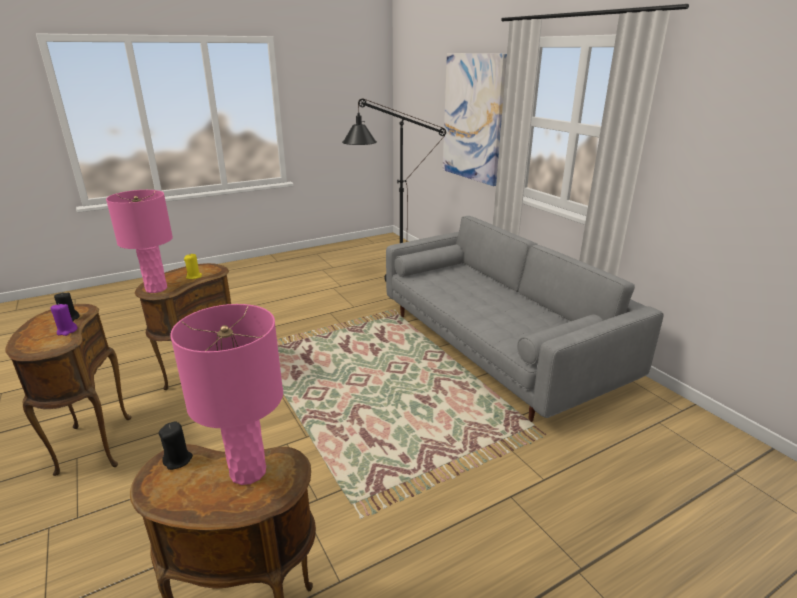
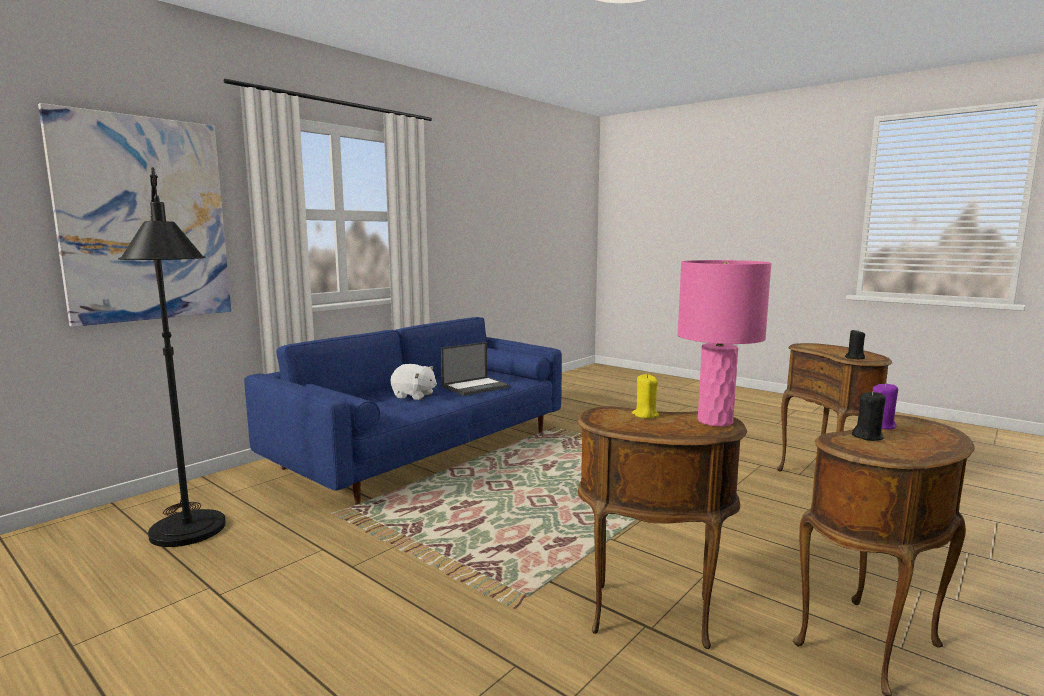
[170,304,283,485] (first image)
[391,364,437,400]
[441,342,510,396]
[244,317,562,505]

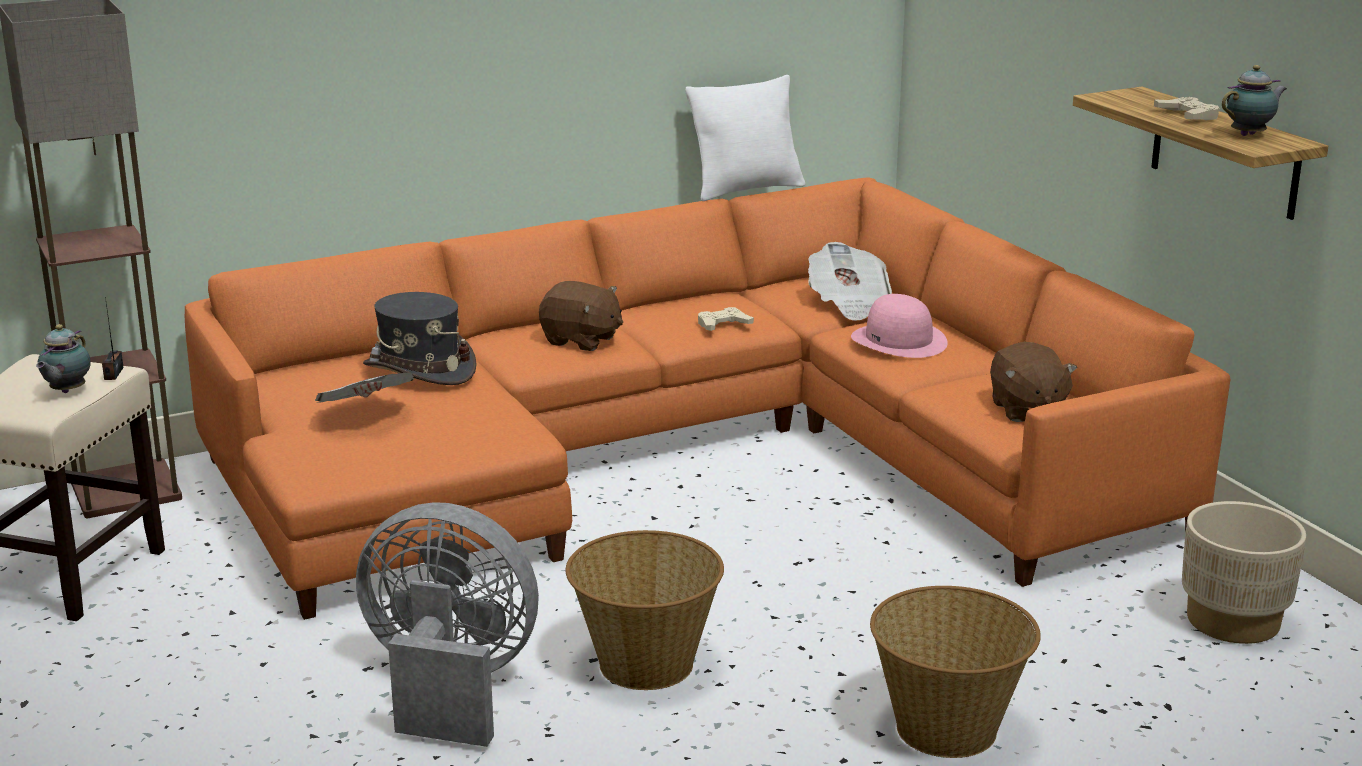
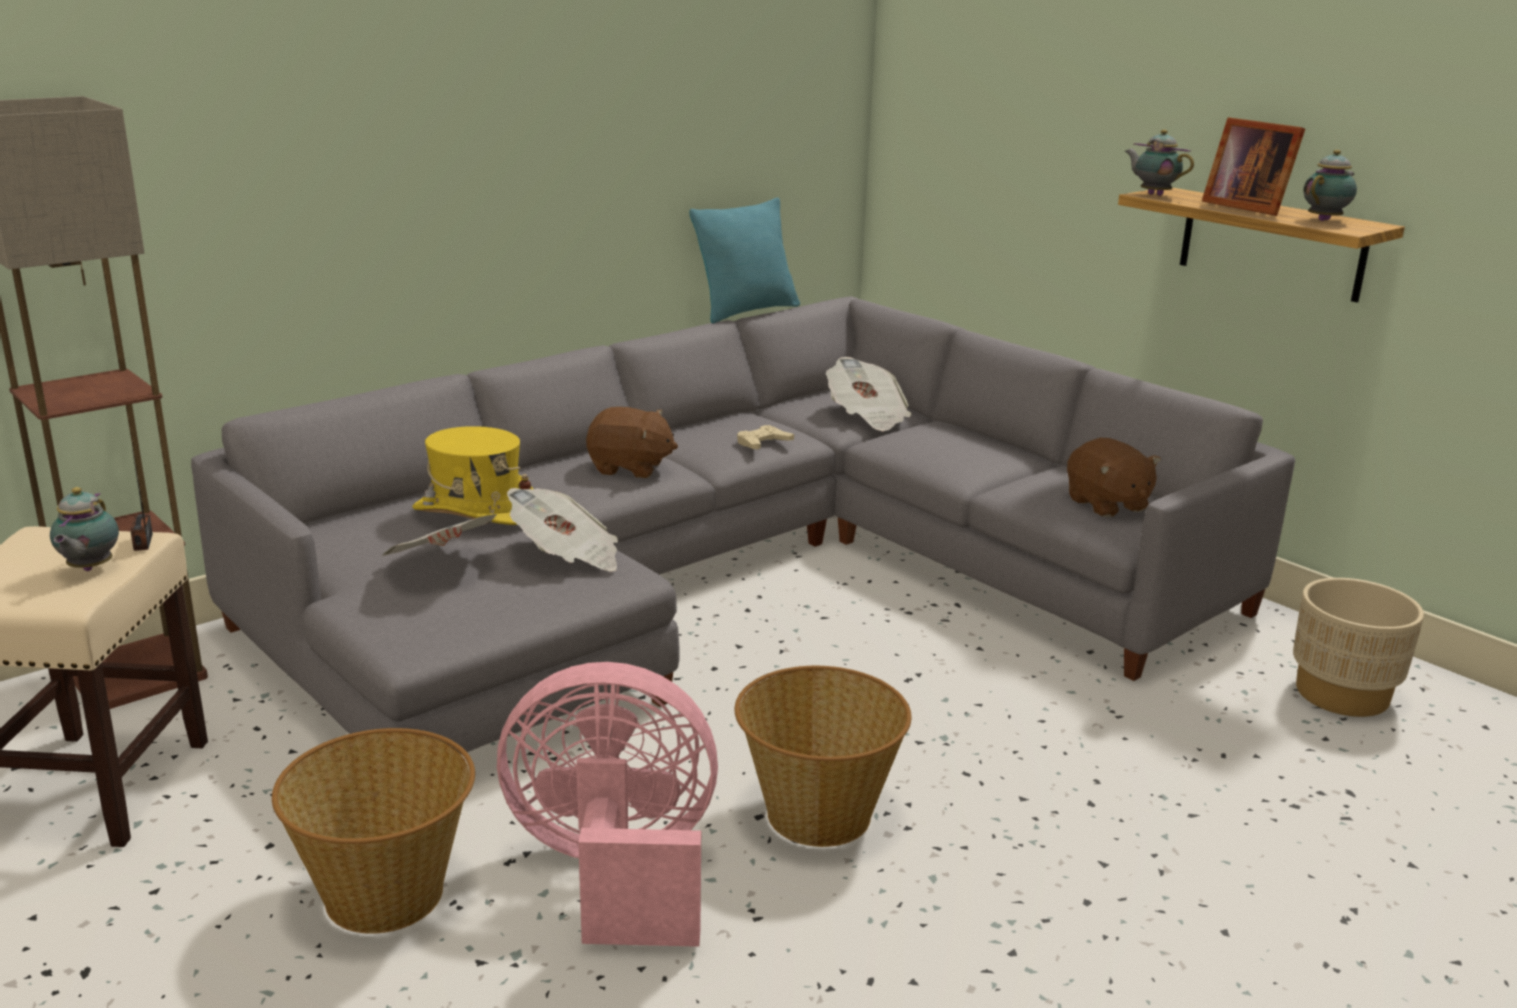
[851,294,948,358] (first image)
[507,488,618,572]
[1125,129,1194,196]
[272,728,475,934]
[1202,117,1305,216]
[191,296,1295,755]
[497,662,718,947]
[412,426,533,525]
[689,198,800,323]

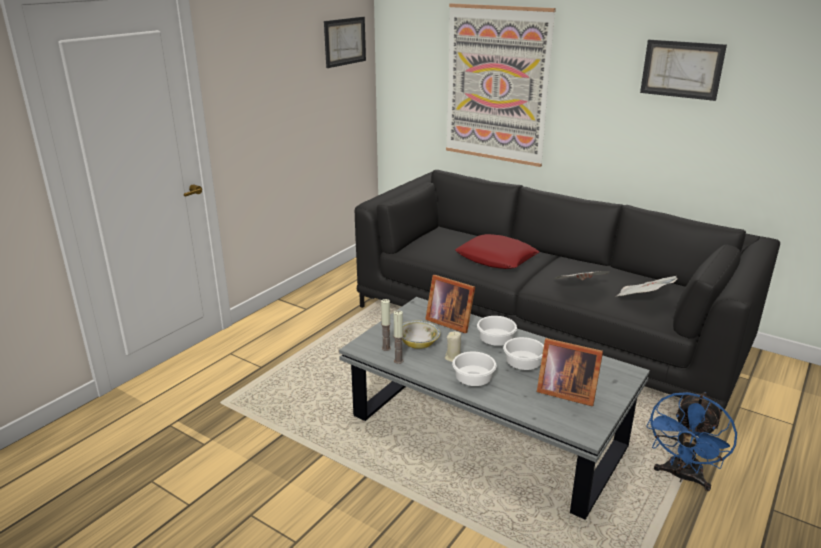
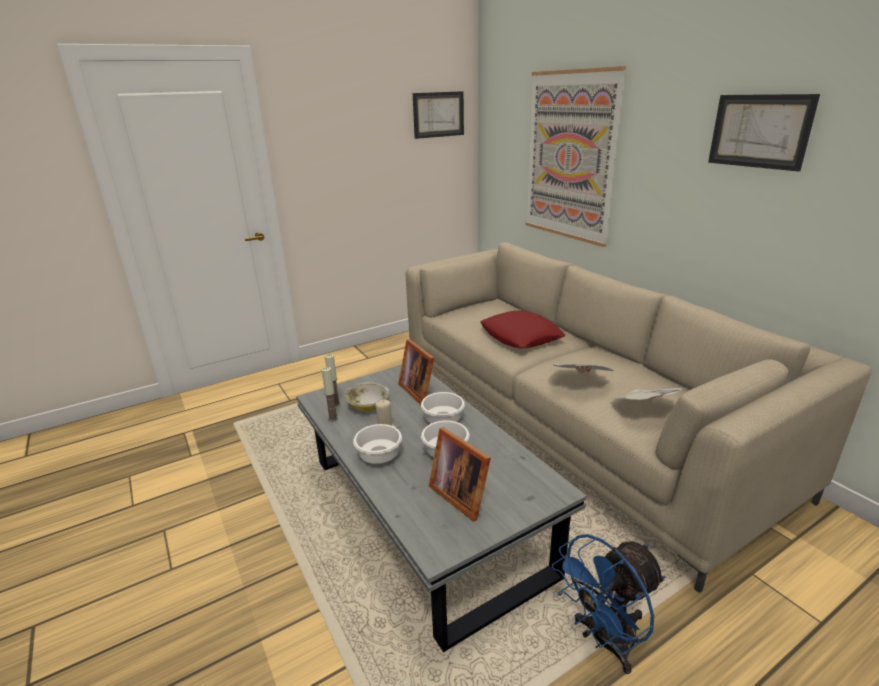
[406,242,872,593]

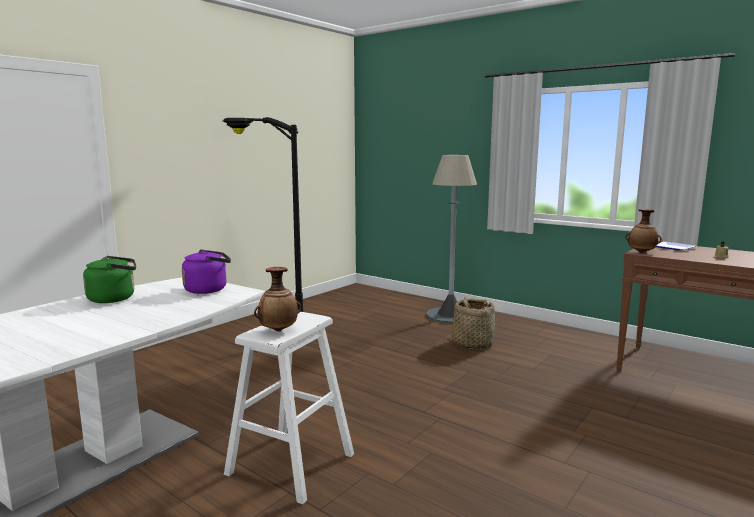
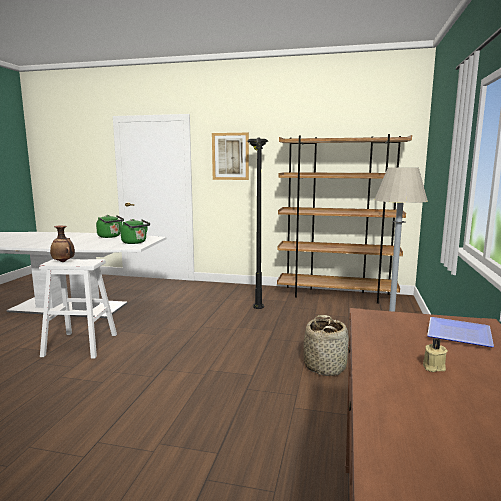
[625,209,662,253] (first image)
[212,133,249,180]
[277,134,412,304]
[120,219,150,244]

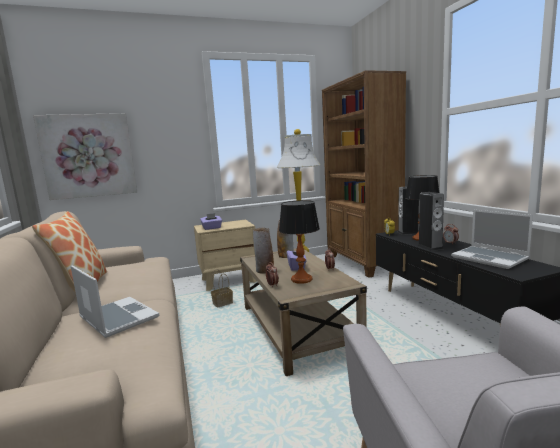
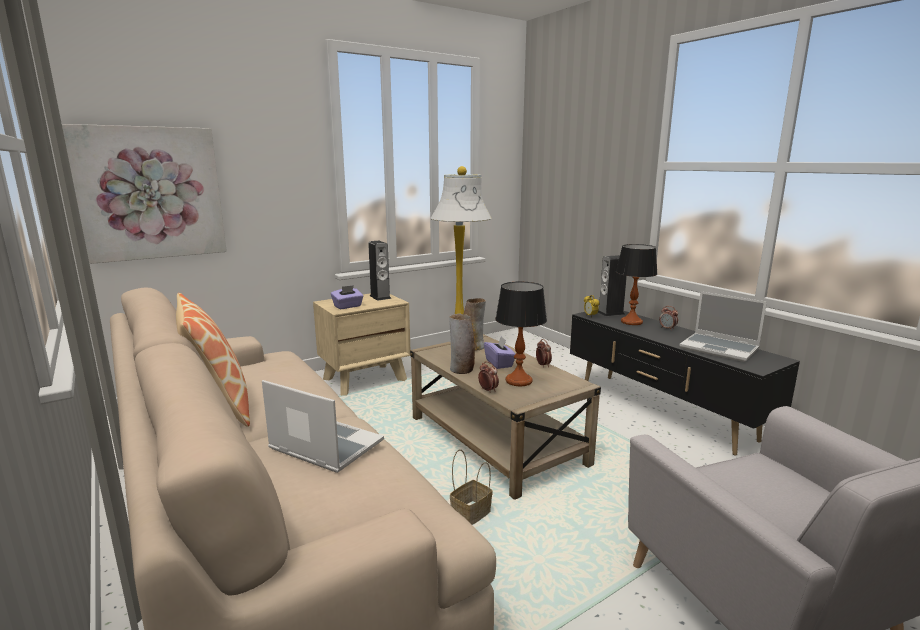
[322,70,406,278] (first image)
[450,450,492,525]
[368,241,391,301]

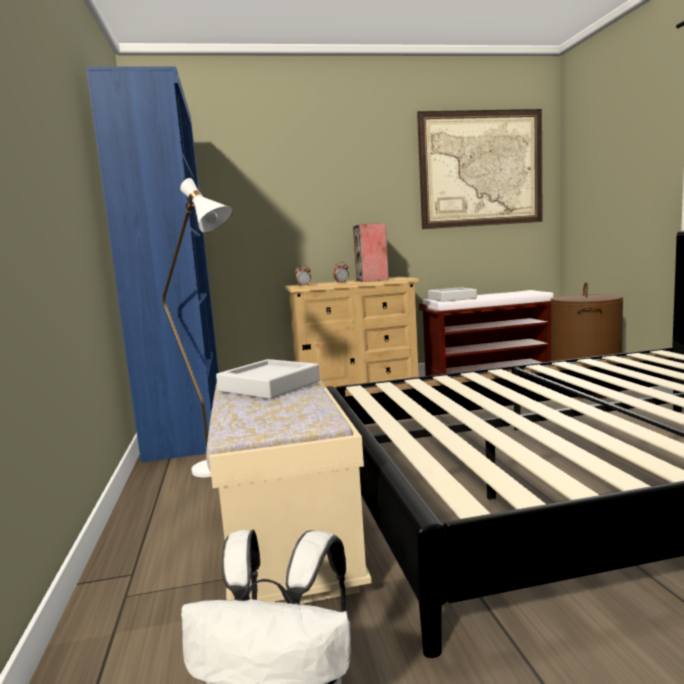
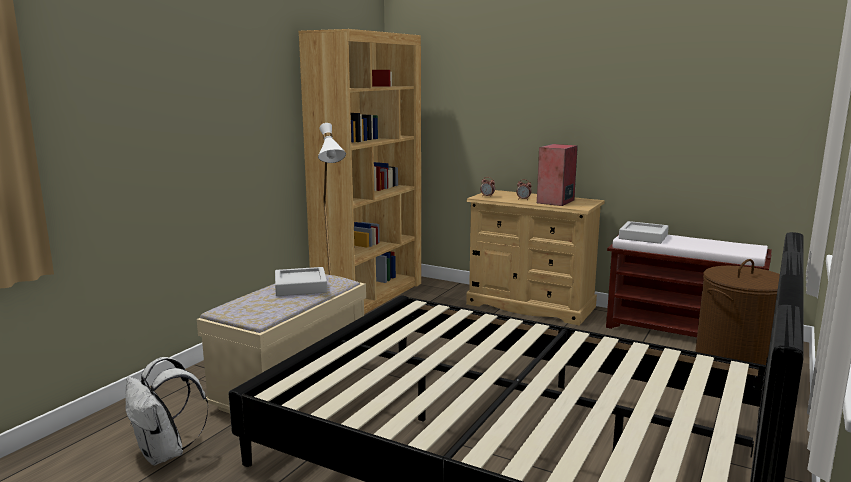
[417,109,542,229] (first image)
[299,29,421,314]

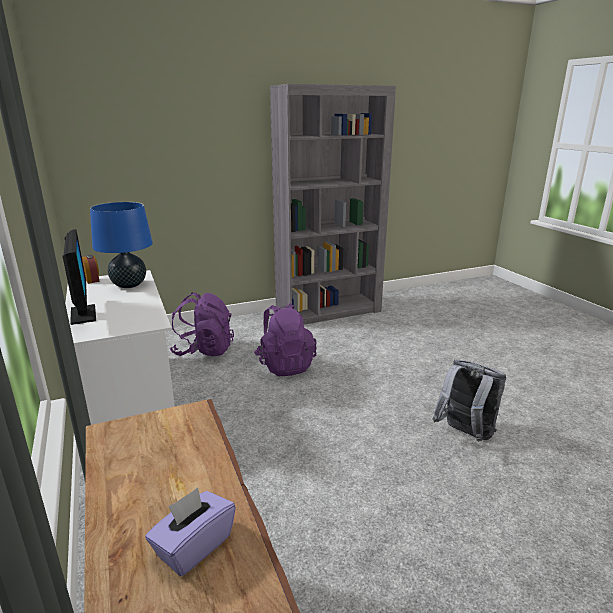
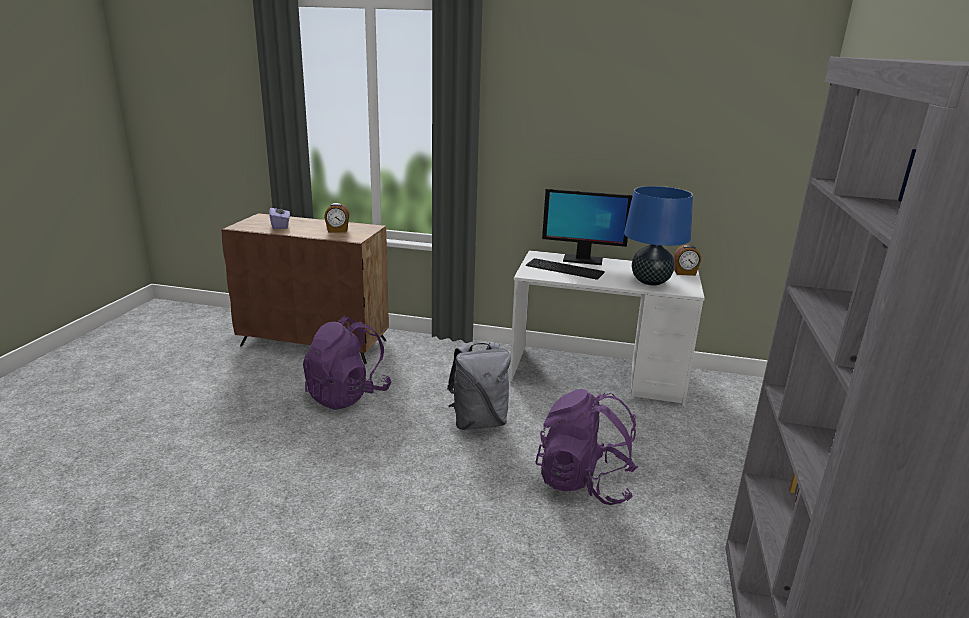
[324,203,349,233]
[526,258,605,280]
[303,316,392,410]
[447,341,511,430]

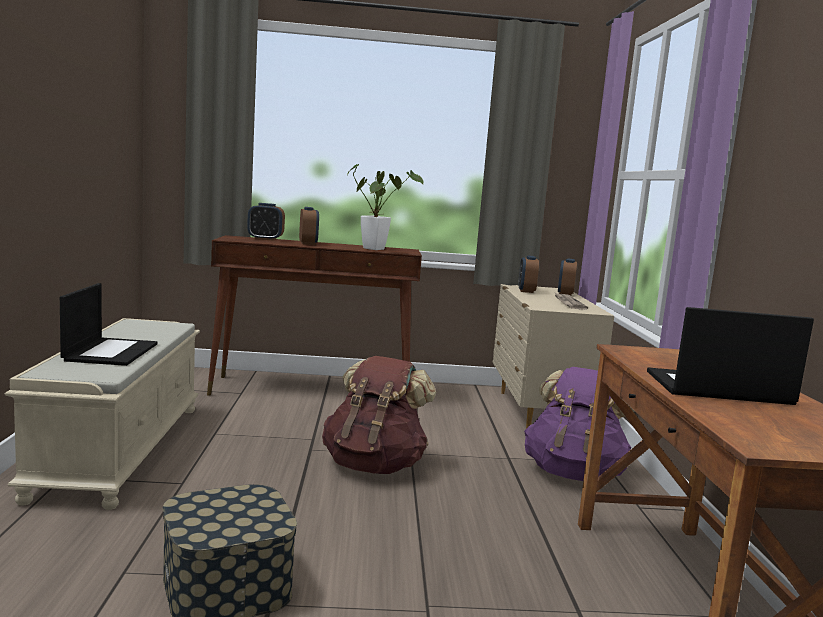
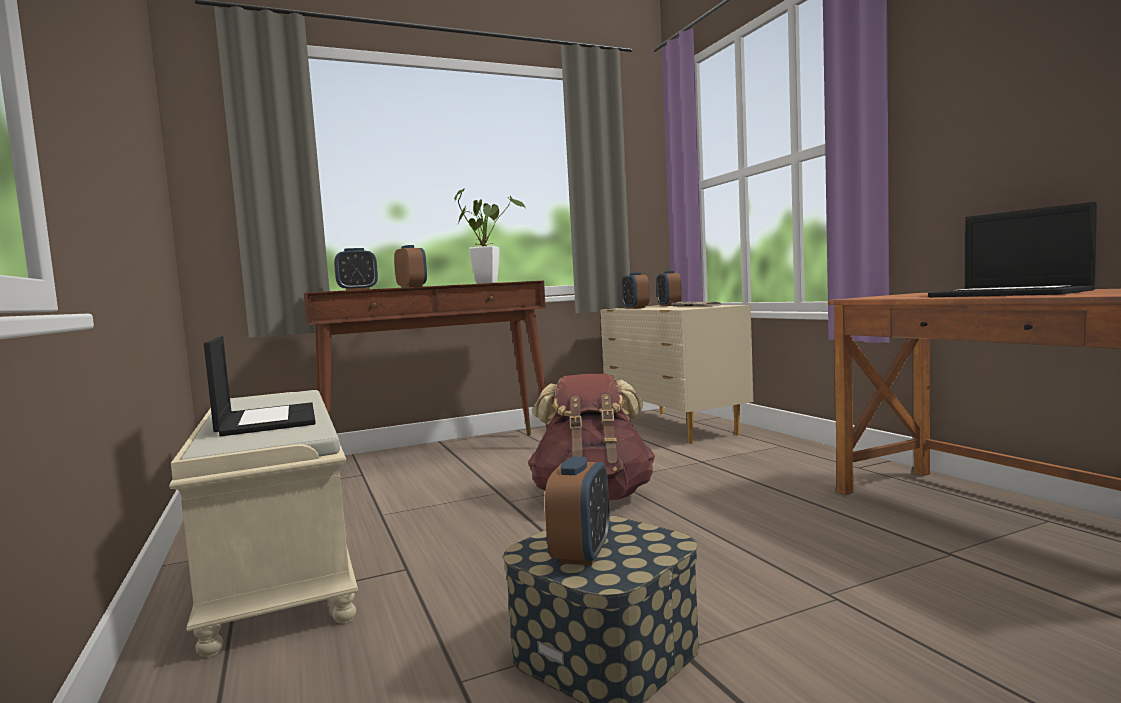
[524,367,635,481] (first image)
[545,457,609,565]
[928,202,1097,297]

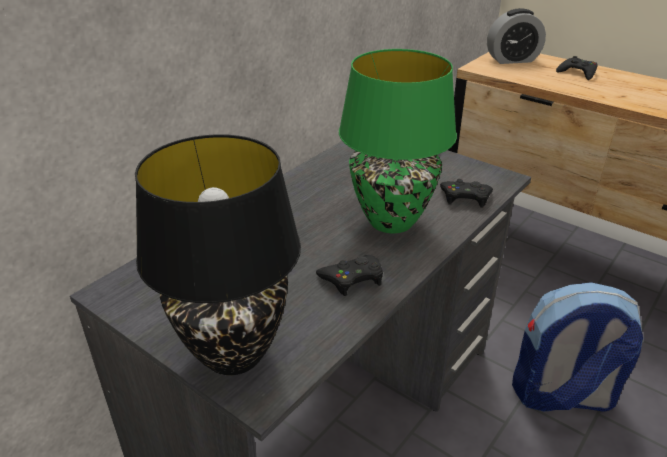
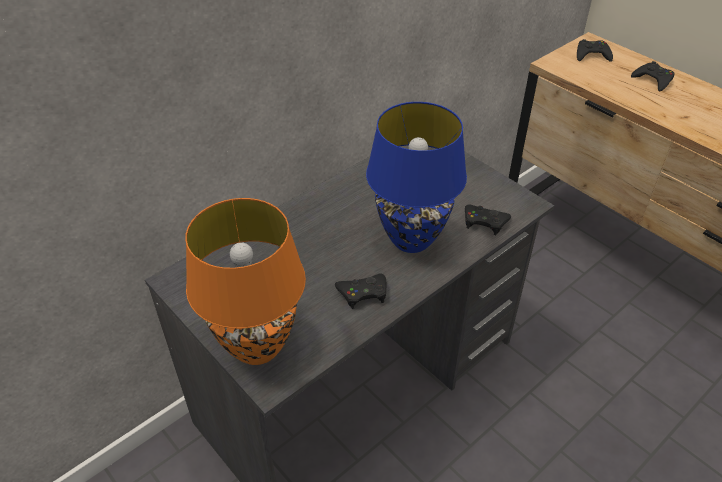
[512,282,644,411] (first image)
[577,39,613,62]
[185,198,306,365]
[366,102,467,253]

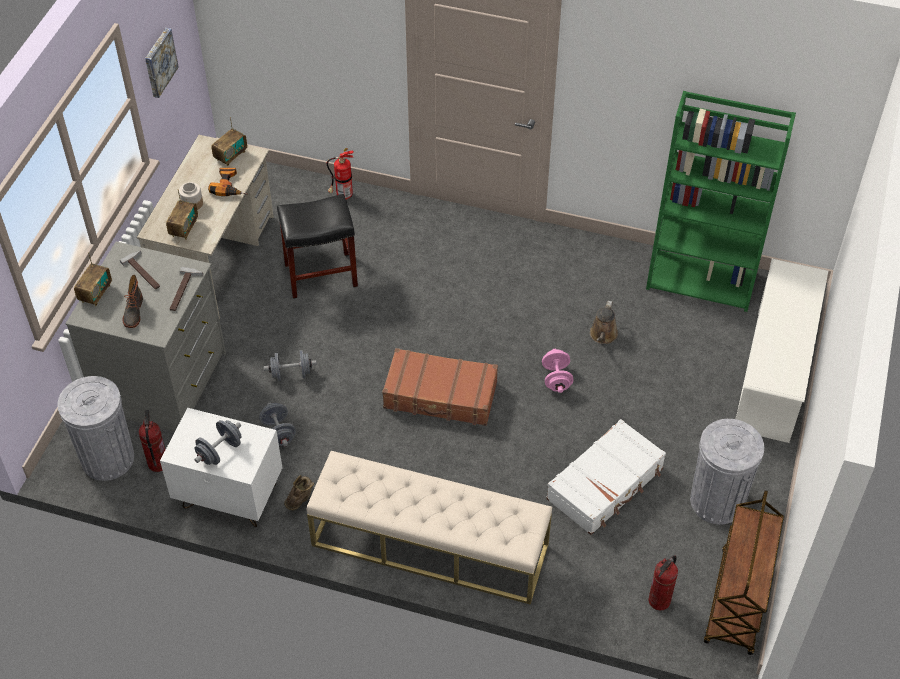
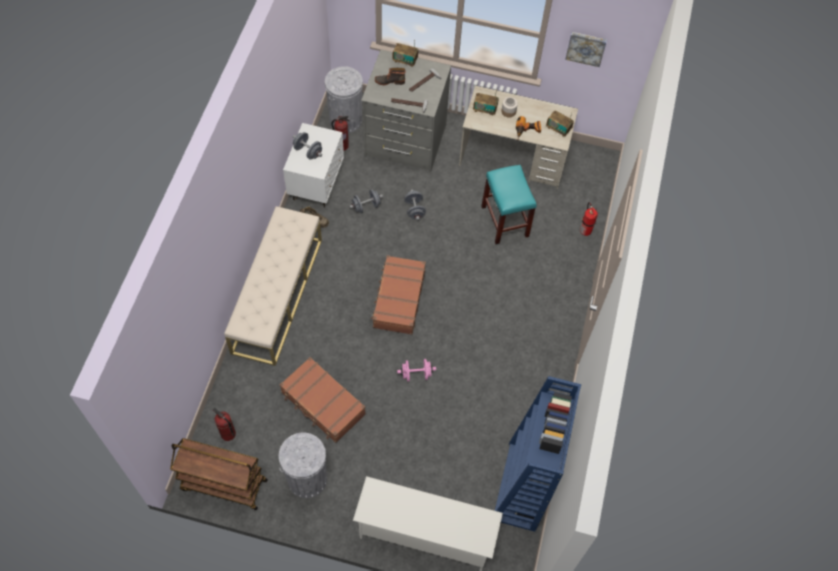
[590,301,618,344] (first image)
[481,165,537,244]
[280,357,366,443]
[495,376,581,532]

